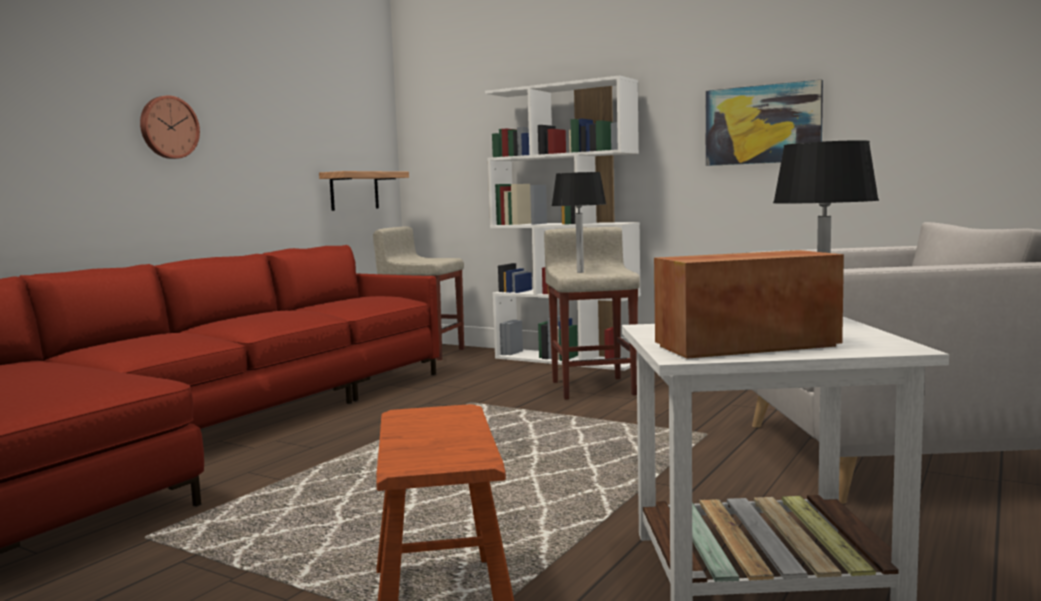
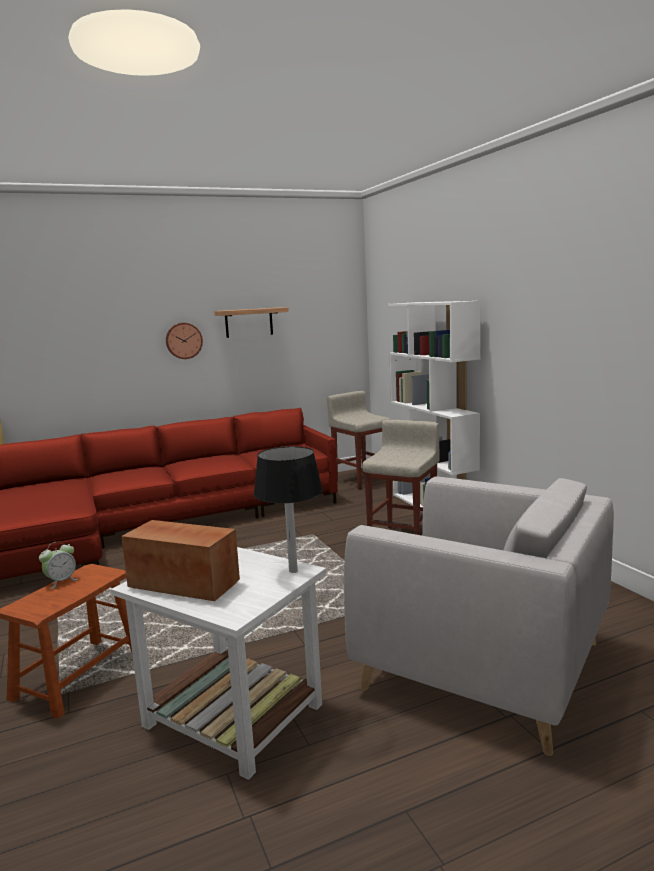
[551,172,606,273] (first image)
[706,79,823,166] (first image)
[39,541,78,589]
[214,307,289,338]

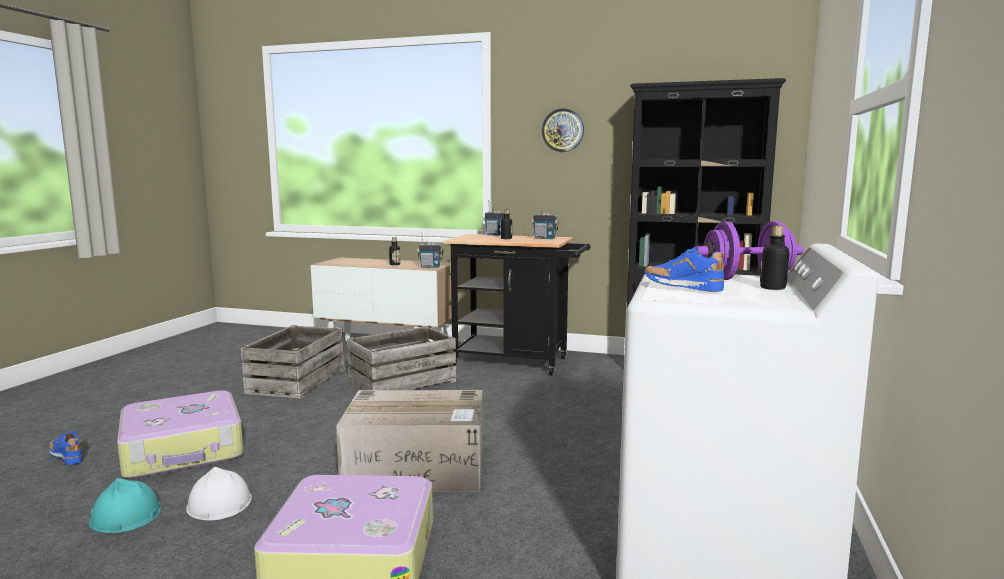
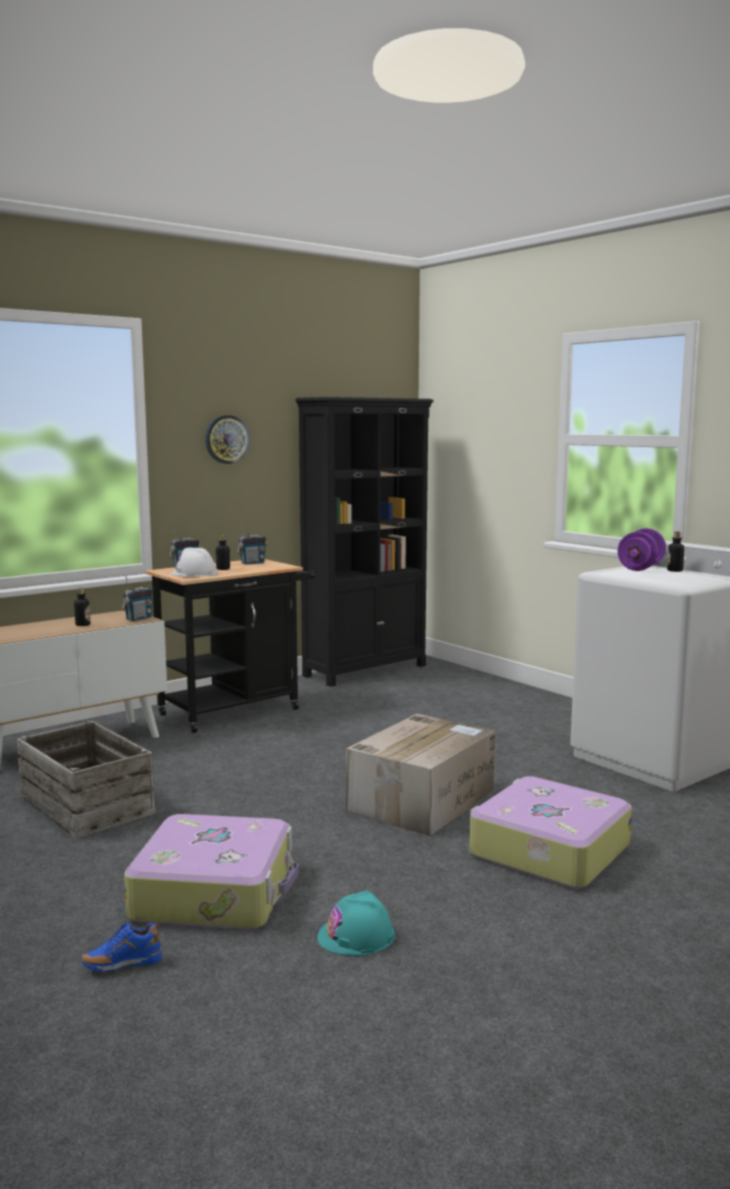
[347,326,456,390] (first image)
[644,247,724,292] (first image)
[170,547,218,577]

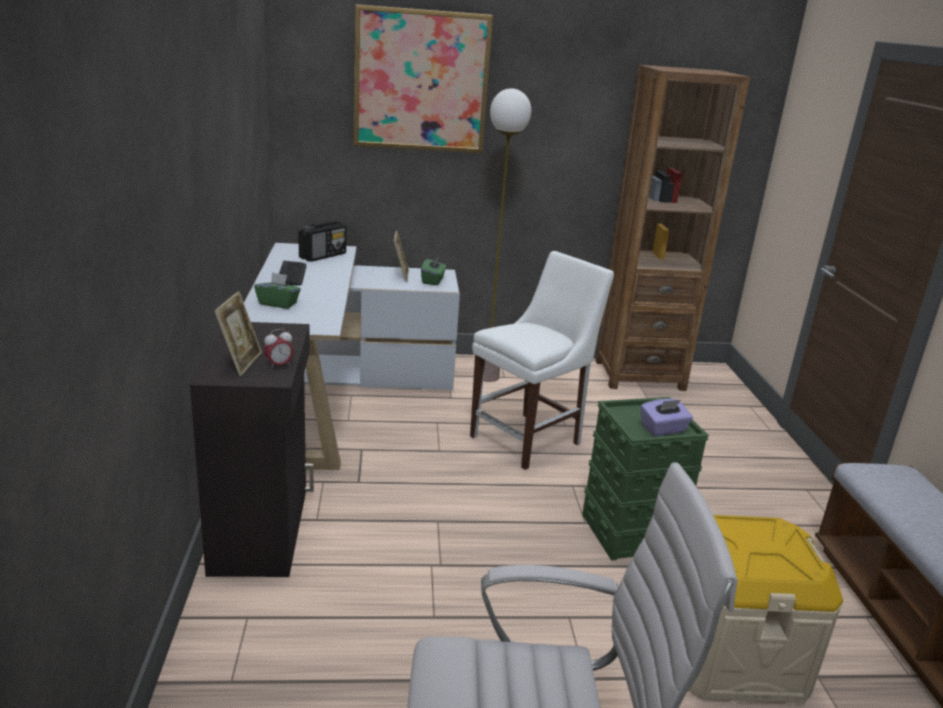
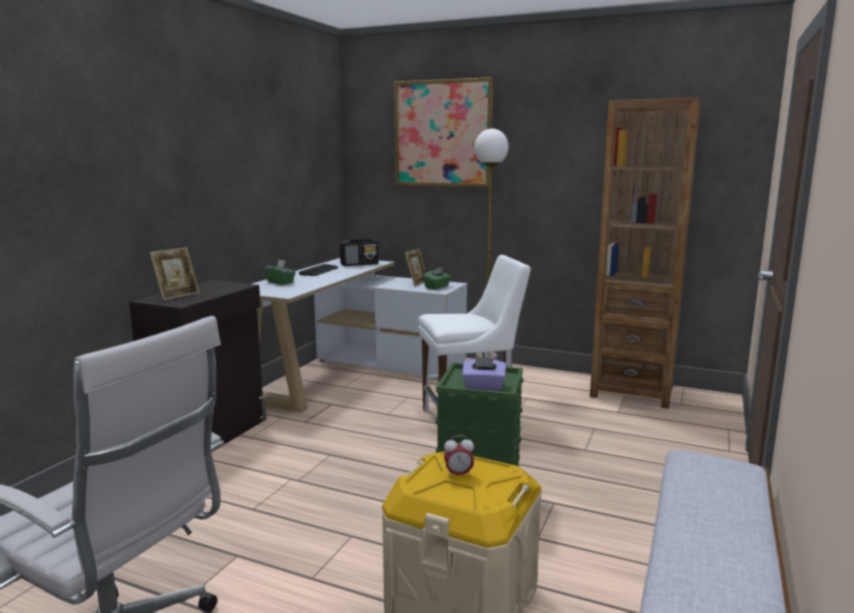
[444,435,474,478]

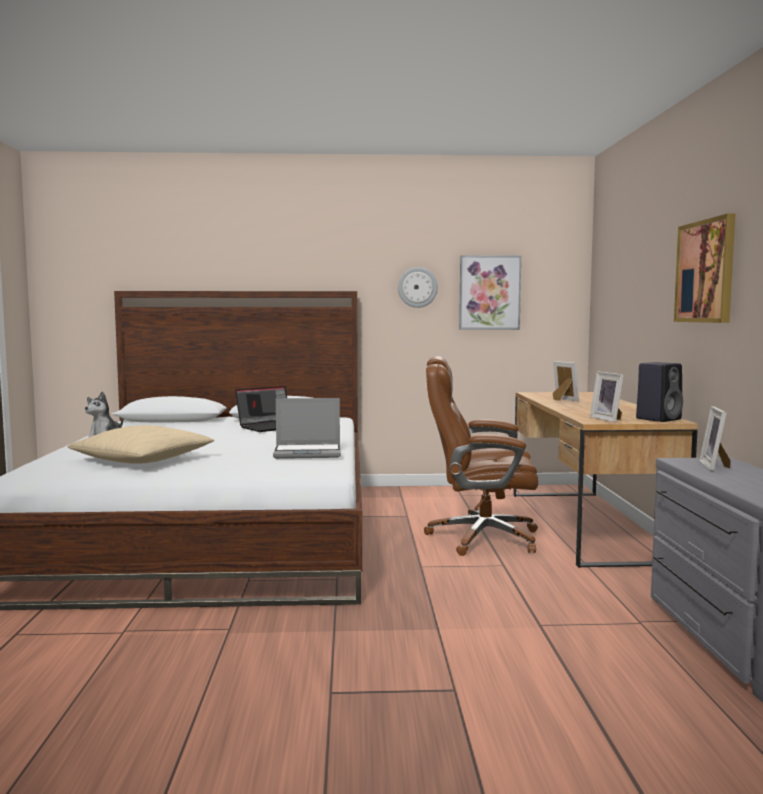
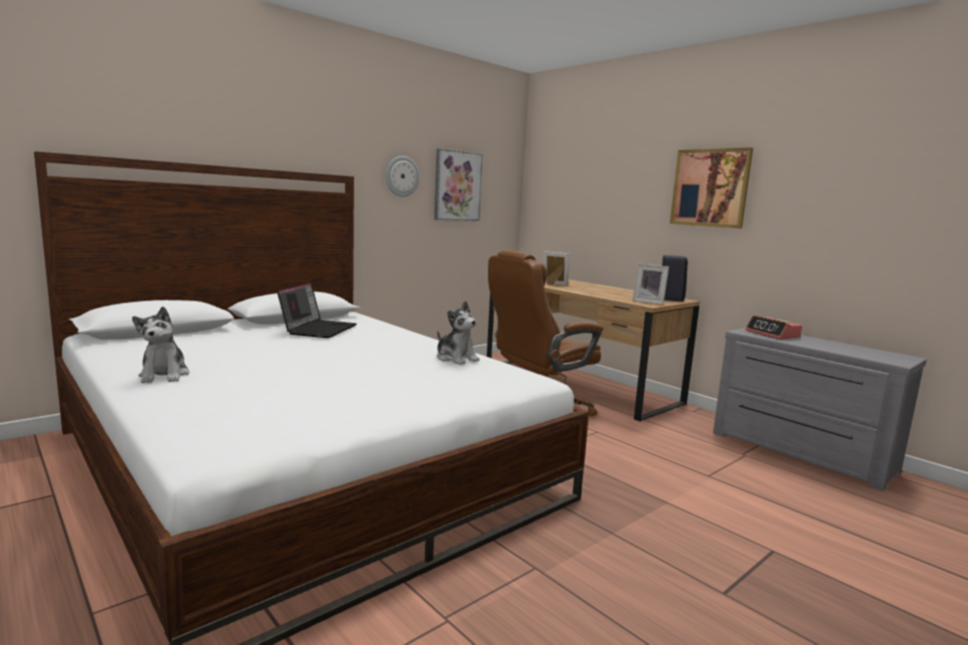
[67,425,214,464] (first image)
[437,301,480,365]
[745,315,802,339]

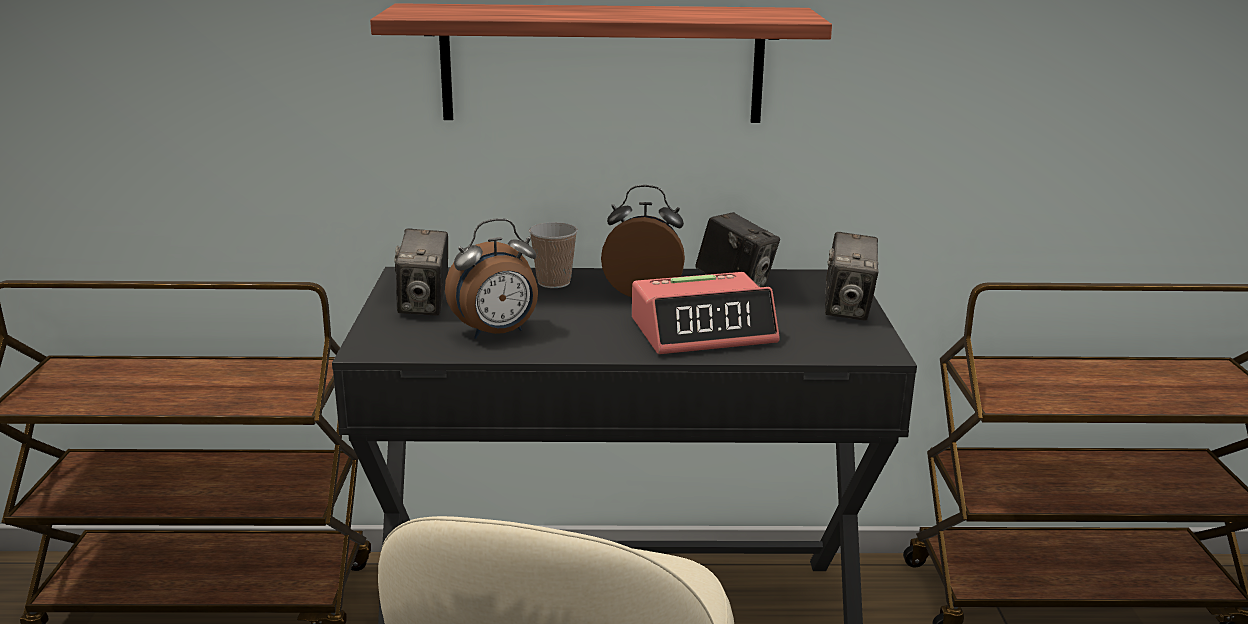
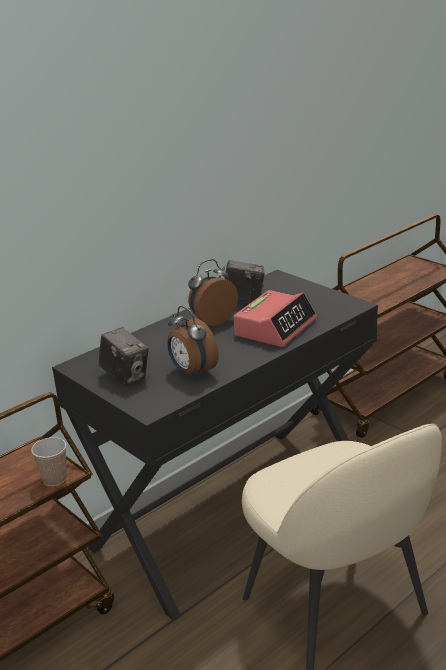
[370,3,832,123] (first image)
[825,232,879,321] (first image)
[31,437,66,486]
[168,306,219,378]

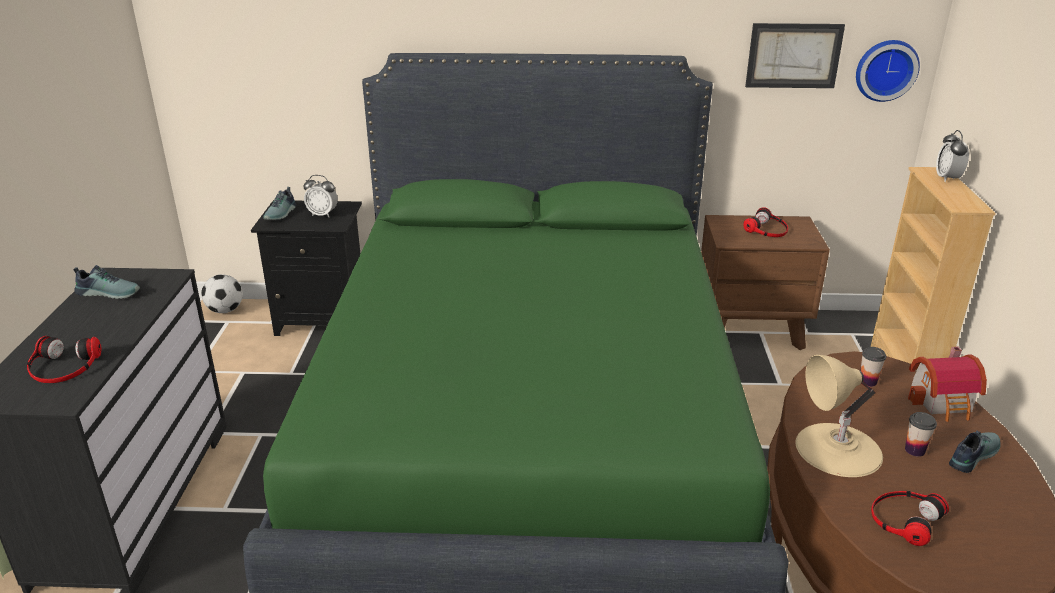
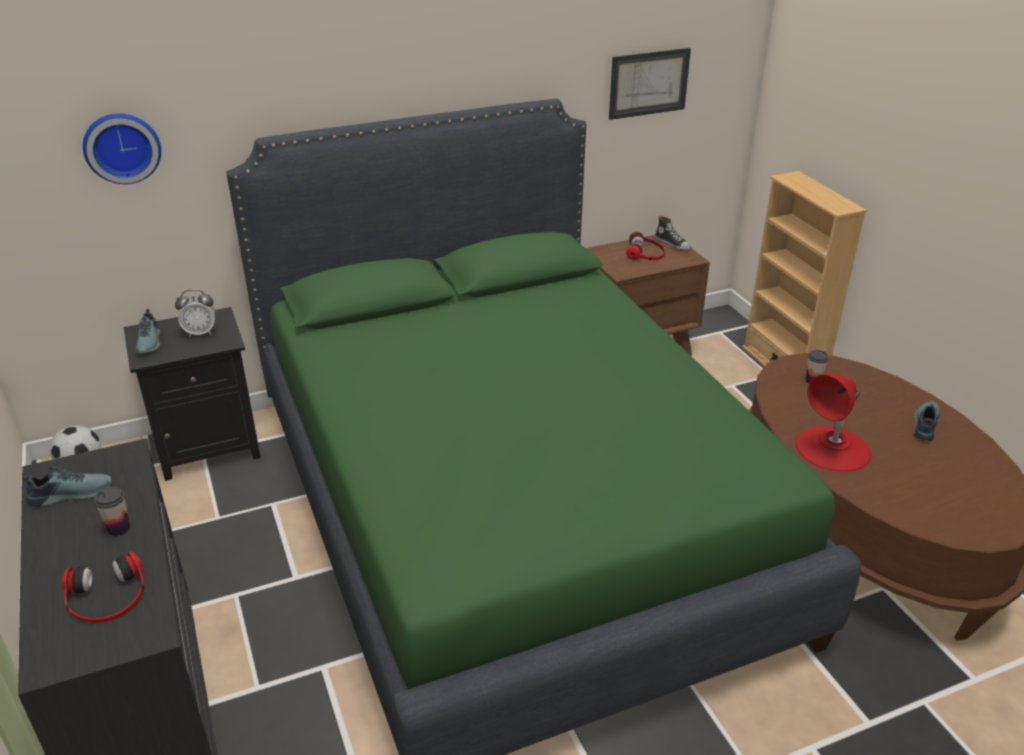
[871,491,949,546] (first image)
[908,346,987,422] (first image)
[936,130,969,182] (first image)
[655,216,691,250]
[83,113,161,184]
[94,487,130,536]
[795,373,871,472]

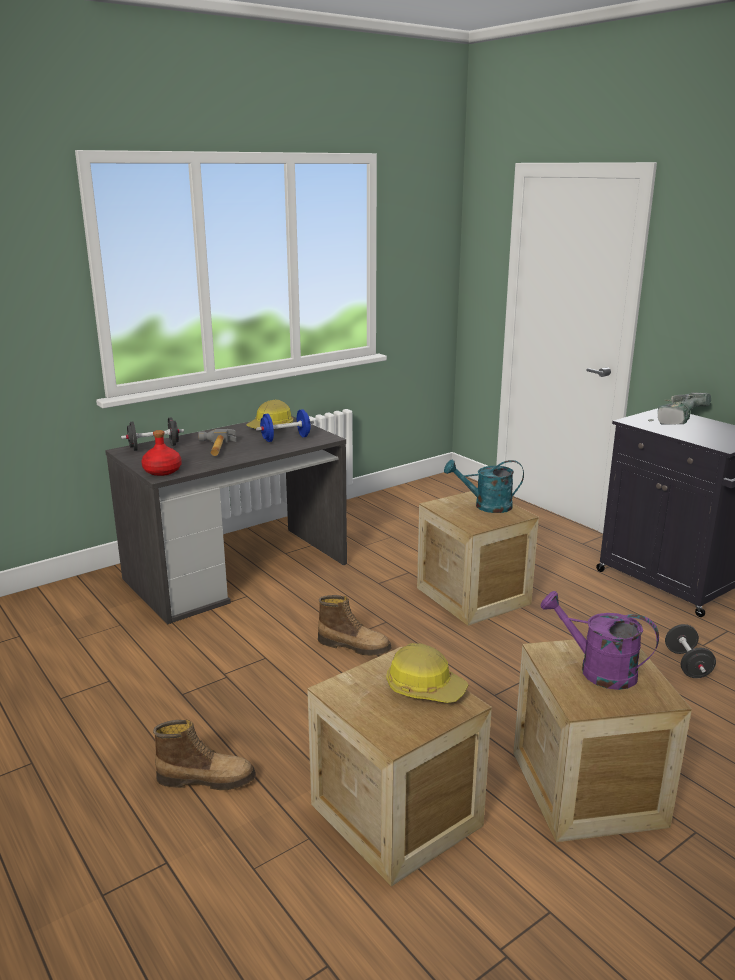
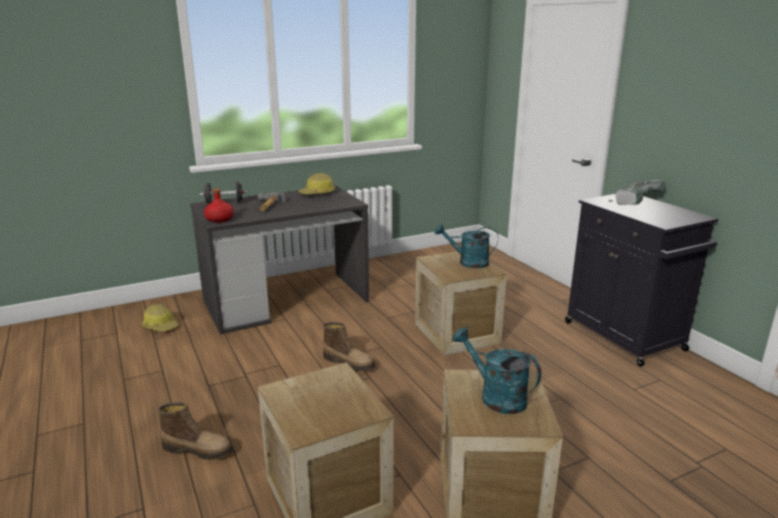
[256,409,314,442] (first image)
[665,624,716,678] (first image)
[142,304,179,331]
[453,327,541,414]

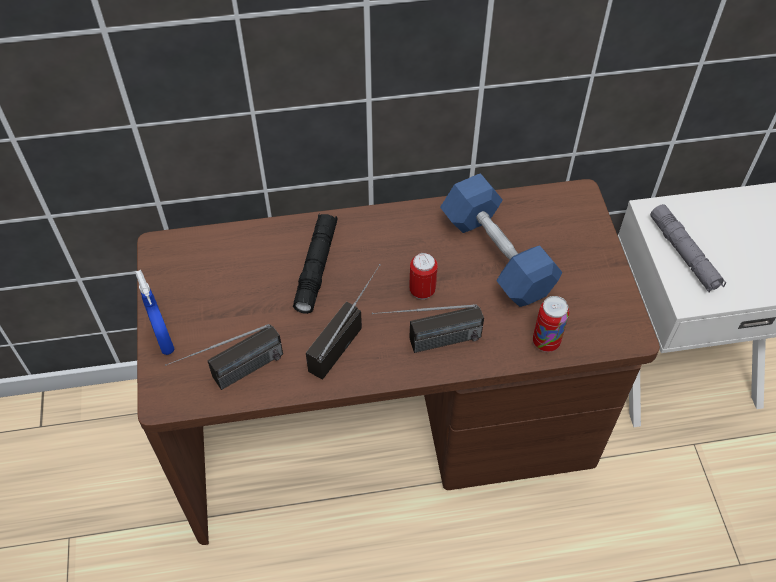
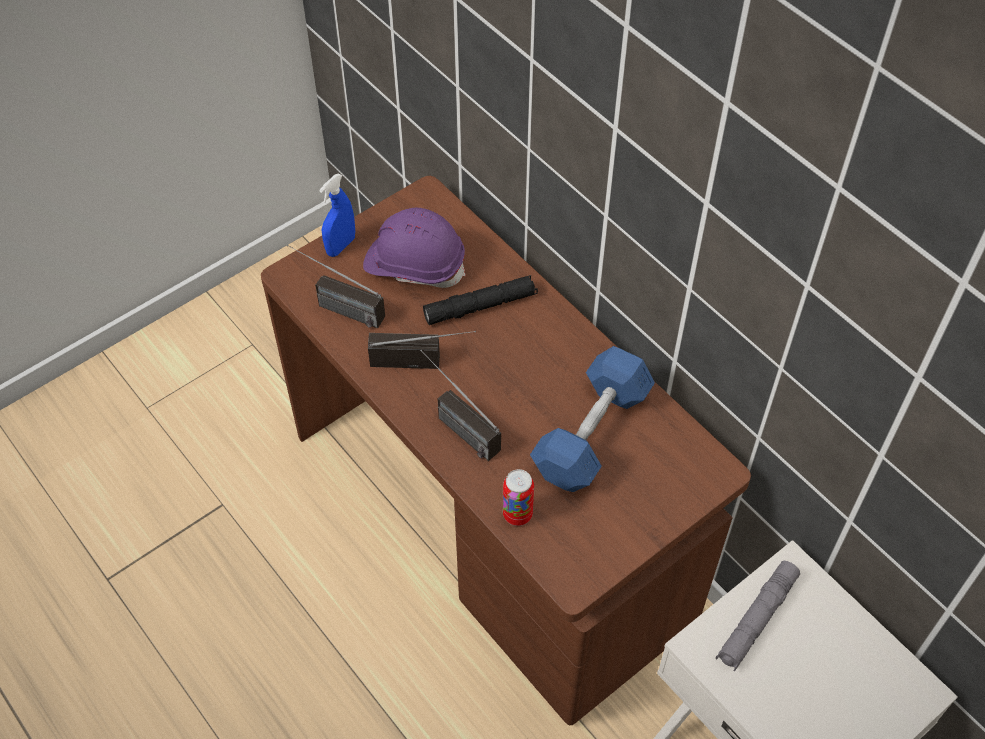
[409,253,438,299] (first image)
[363,208,466,288]

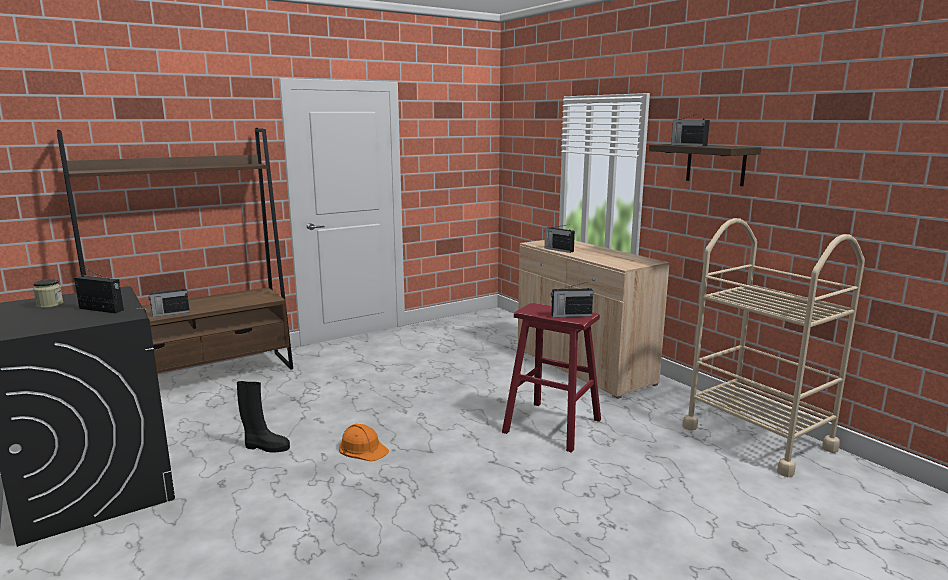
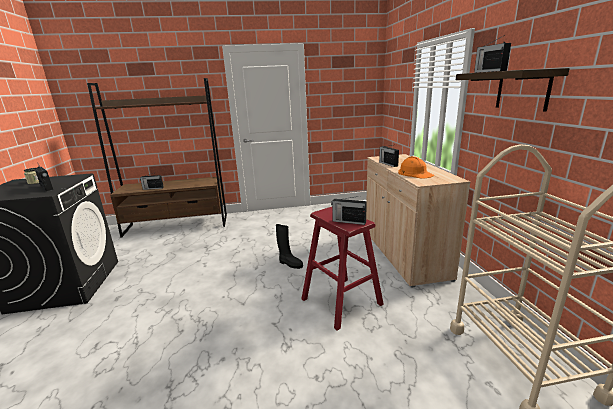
[276,224,303,269]
[398,156,434,179]

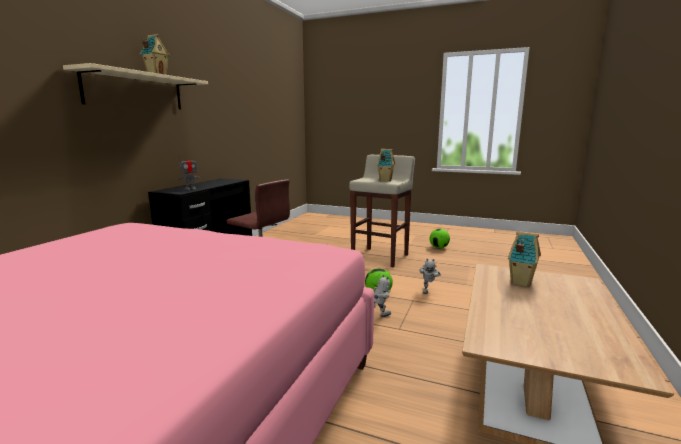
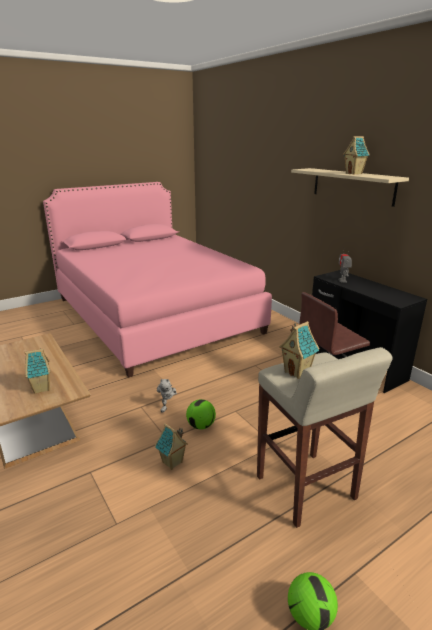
[155,423,188,470]

